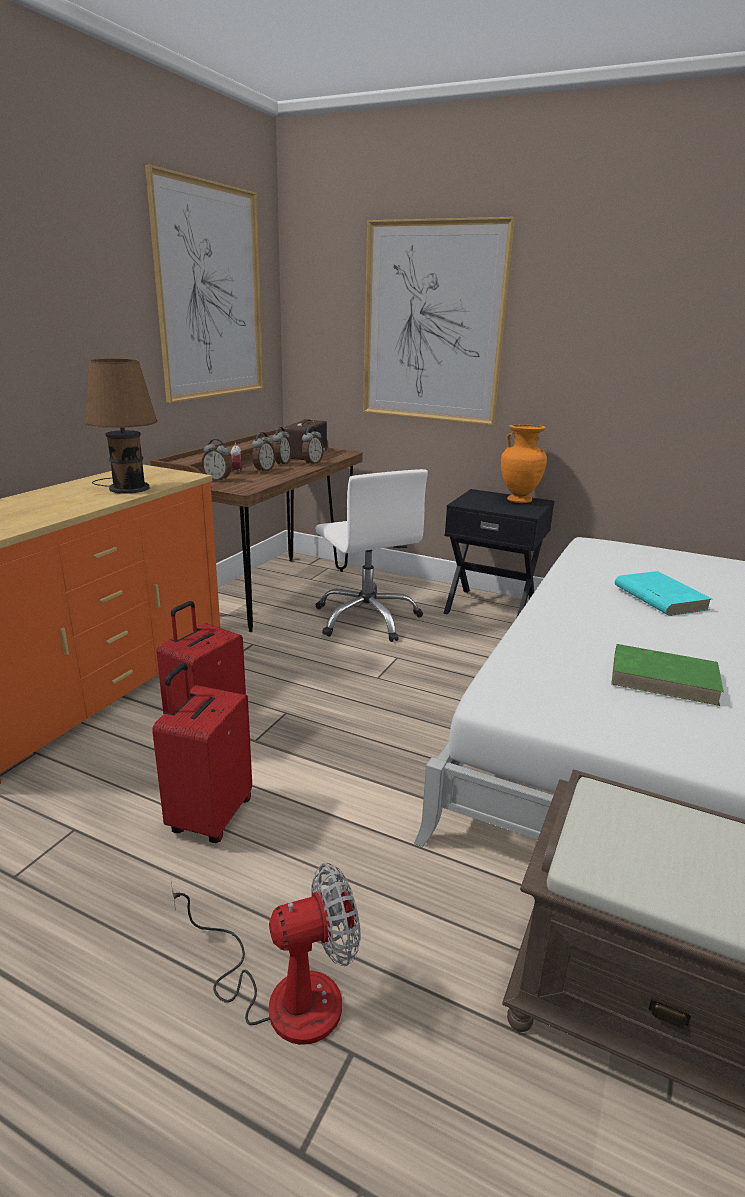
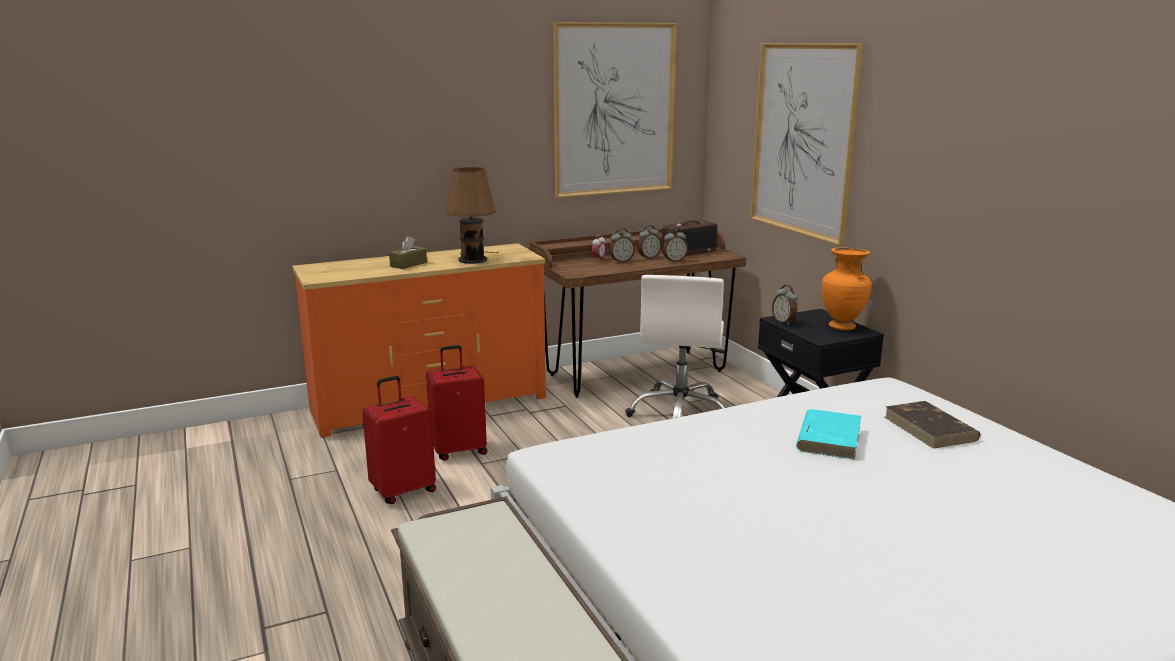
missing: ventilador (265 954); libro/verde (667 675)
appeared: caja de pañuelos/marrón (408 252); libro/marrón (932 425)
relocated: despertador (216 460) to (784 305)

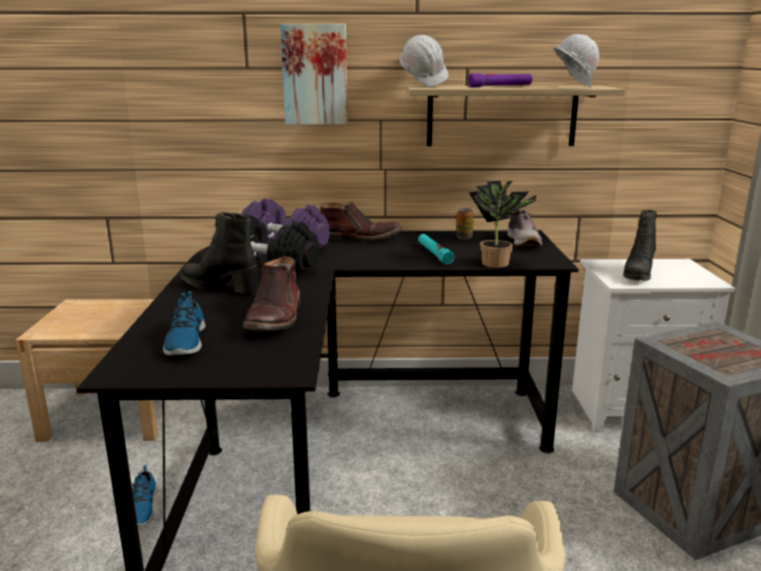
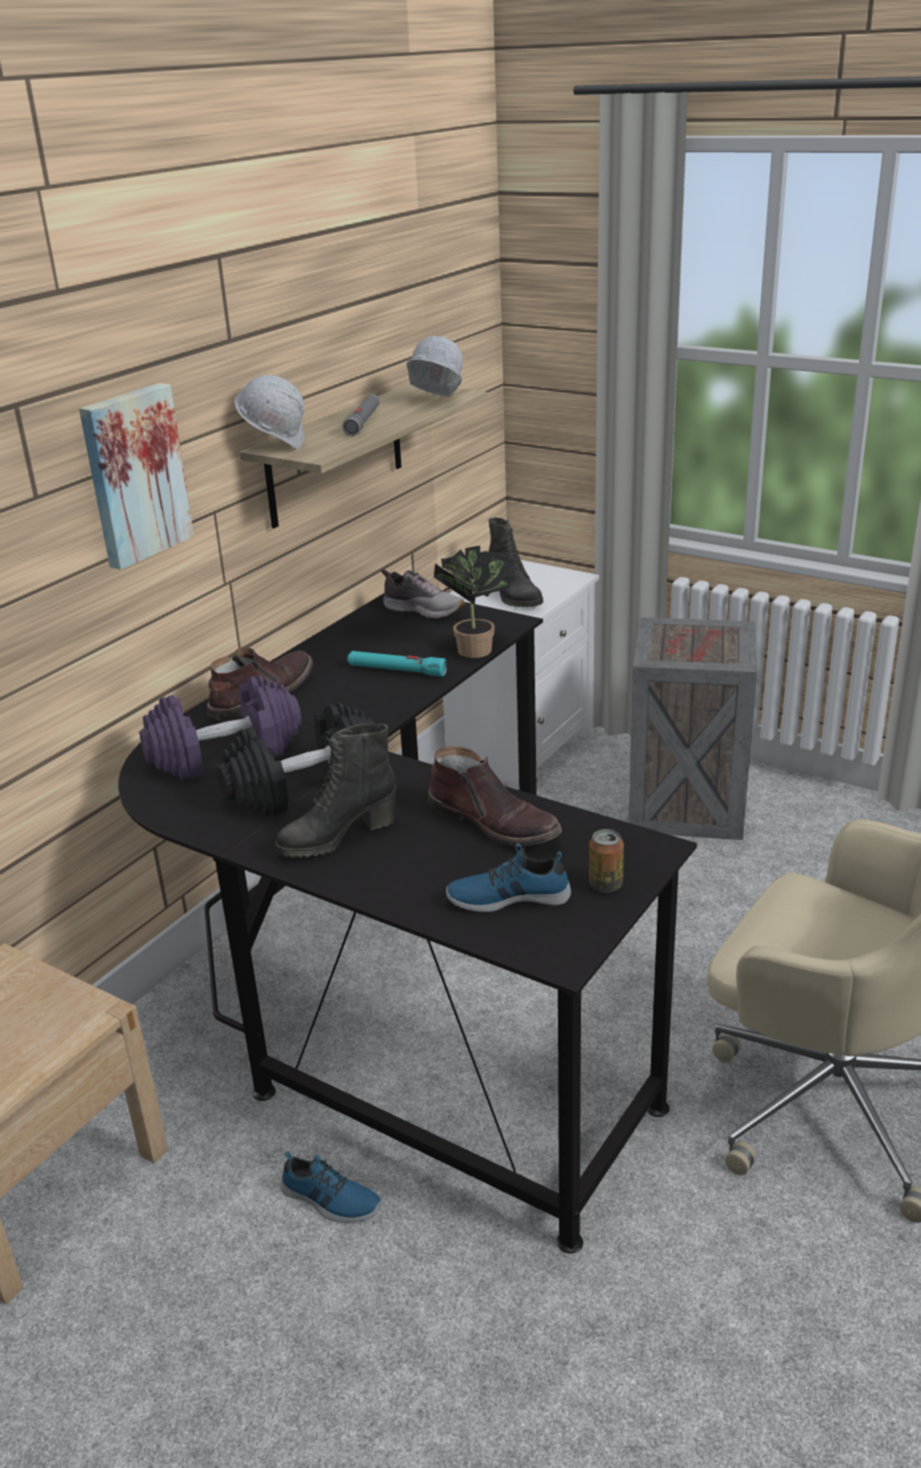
relocated: lata (465 223) to (606 861)
colour: linterna/morado (500 80) to linterna/gris (361 415)
spun: zapato (184 323) = (508 877) 150 degrees clockwise

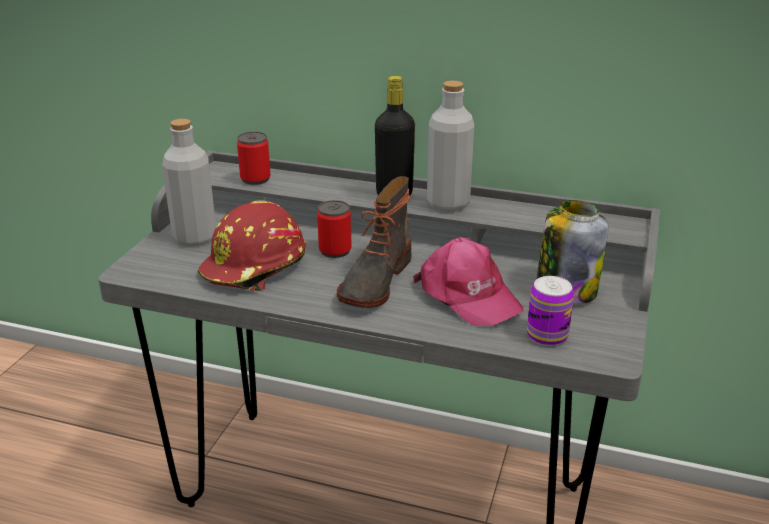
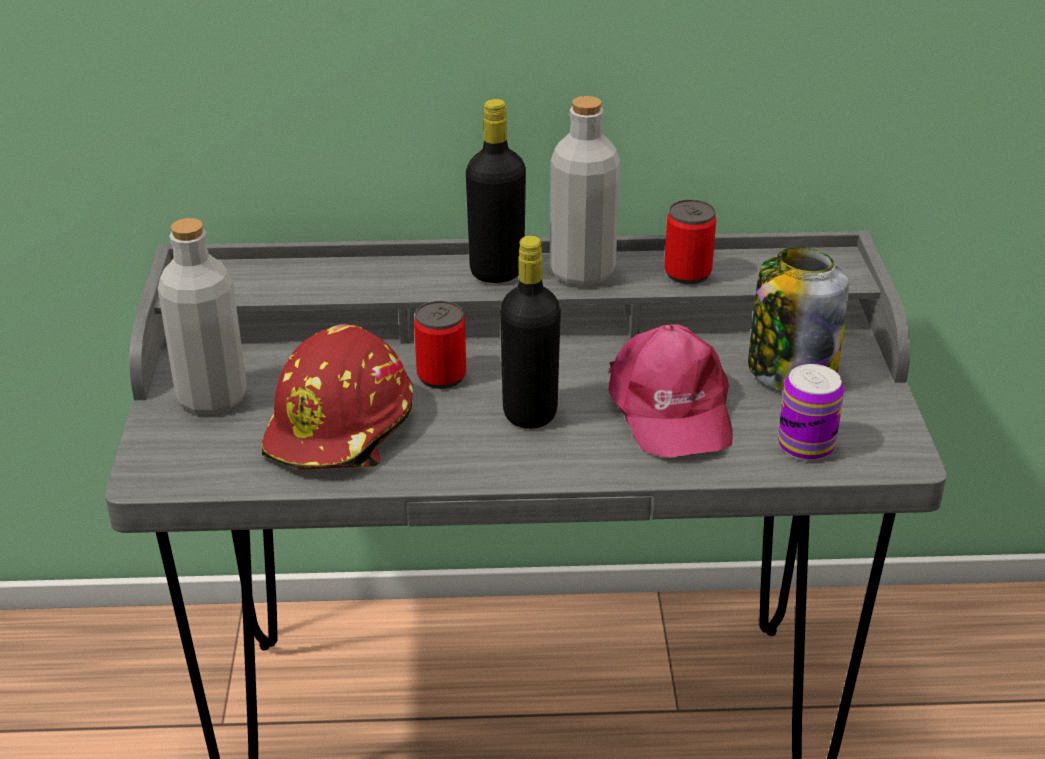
relocated: lata (254 158) to (690 242)
exchanged: bota (374 242) to botella/negro (530 332)
spun: gorra/rosa (468 281) = (670 391) 45 degrees clockwise

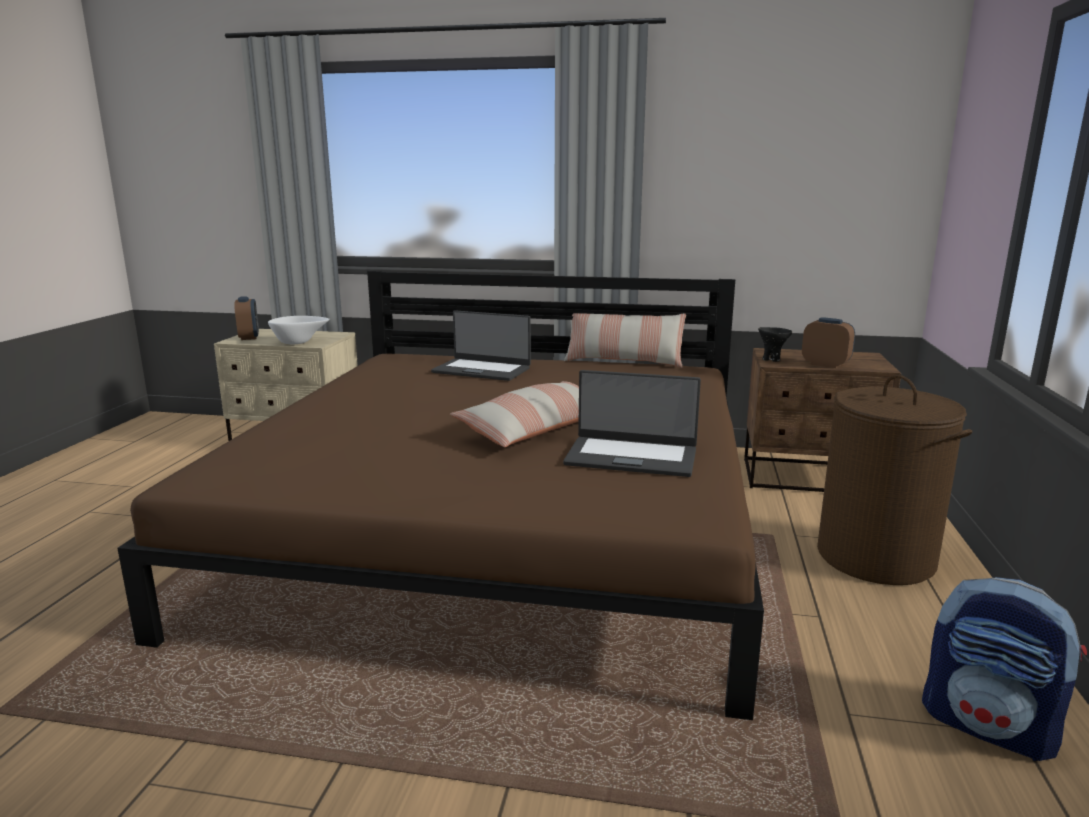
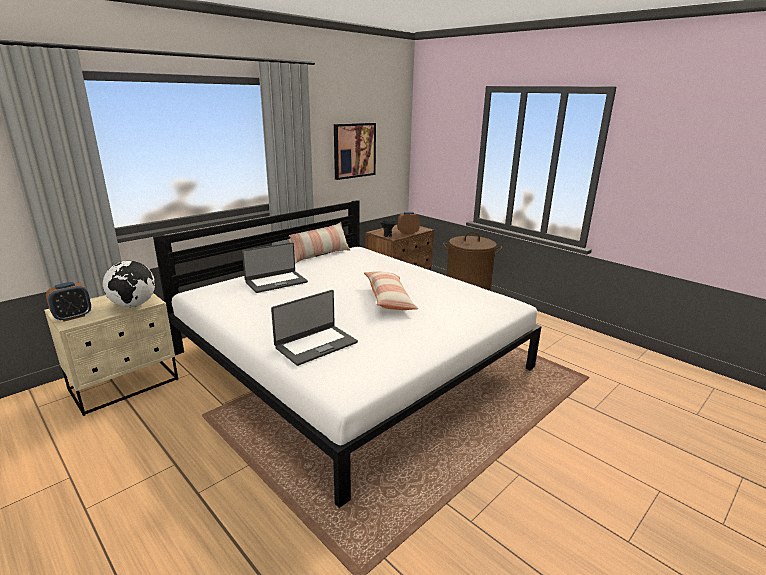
missing: mochila (1004 669)
appeared: cuadro (355 151)
relocated: portátil (632 423) to (314 328)
exchanged: cuenco/blanco (298 330) to globo terráqueo (129 284)
colour: cama/marrón (440 495) to cama/blanco (347 354)
spun: despertador (246 318) = (68 301) 120 degrees clockwise

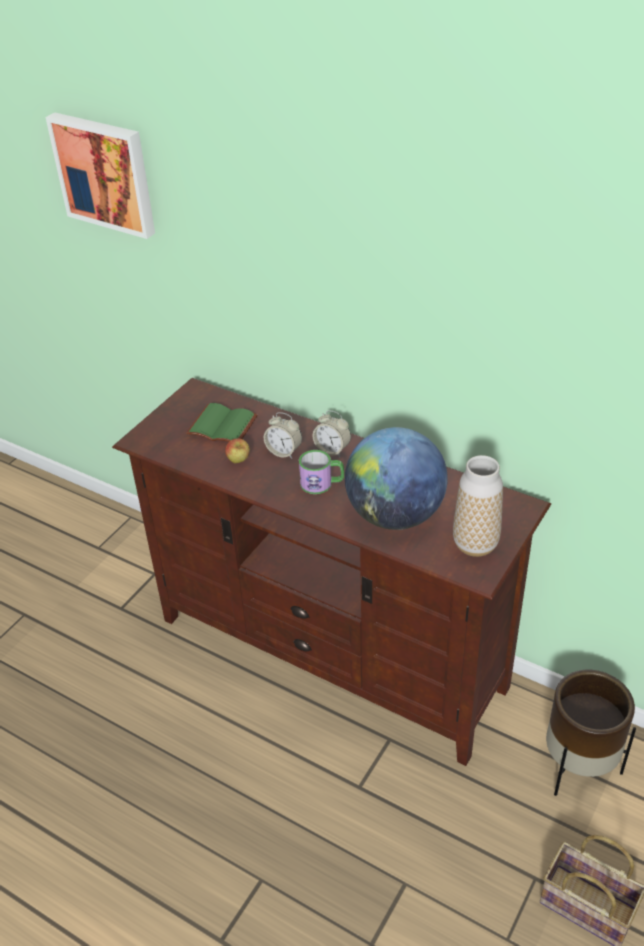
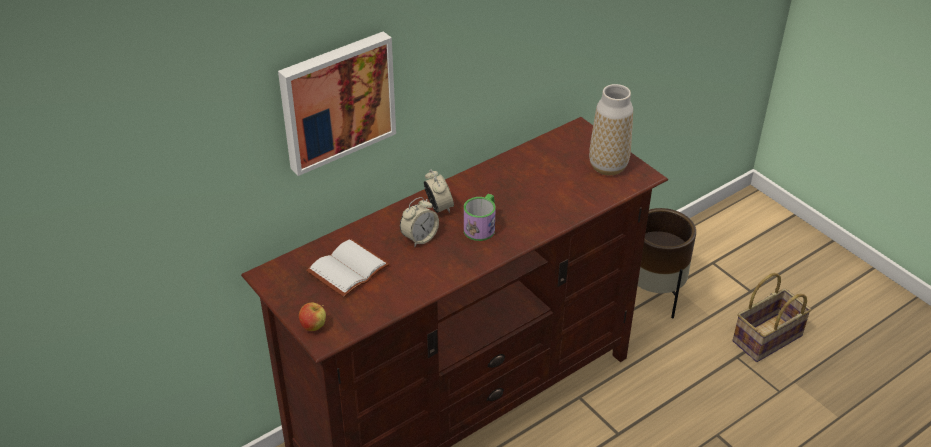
missing: globo terráqueo (396 478)
relocated: cuadro (100 176) to (337 103); manzana (237 450) to (312 317)
colour: libro/verde (222 422) to libro/blanco (348 268)
spun: despertador (332 433) = (439 191) 75 degrees counterclockwise

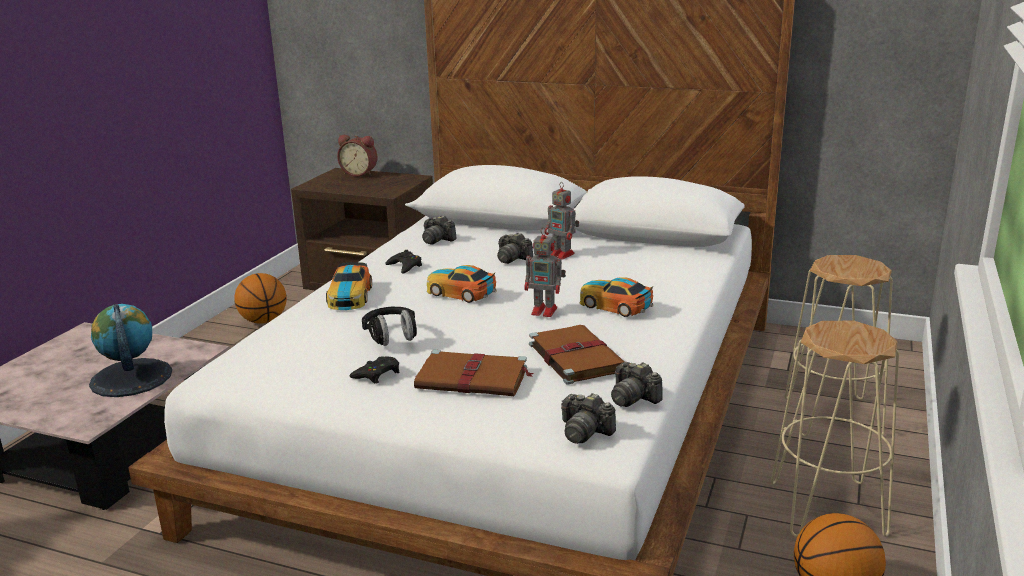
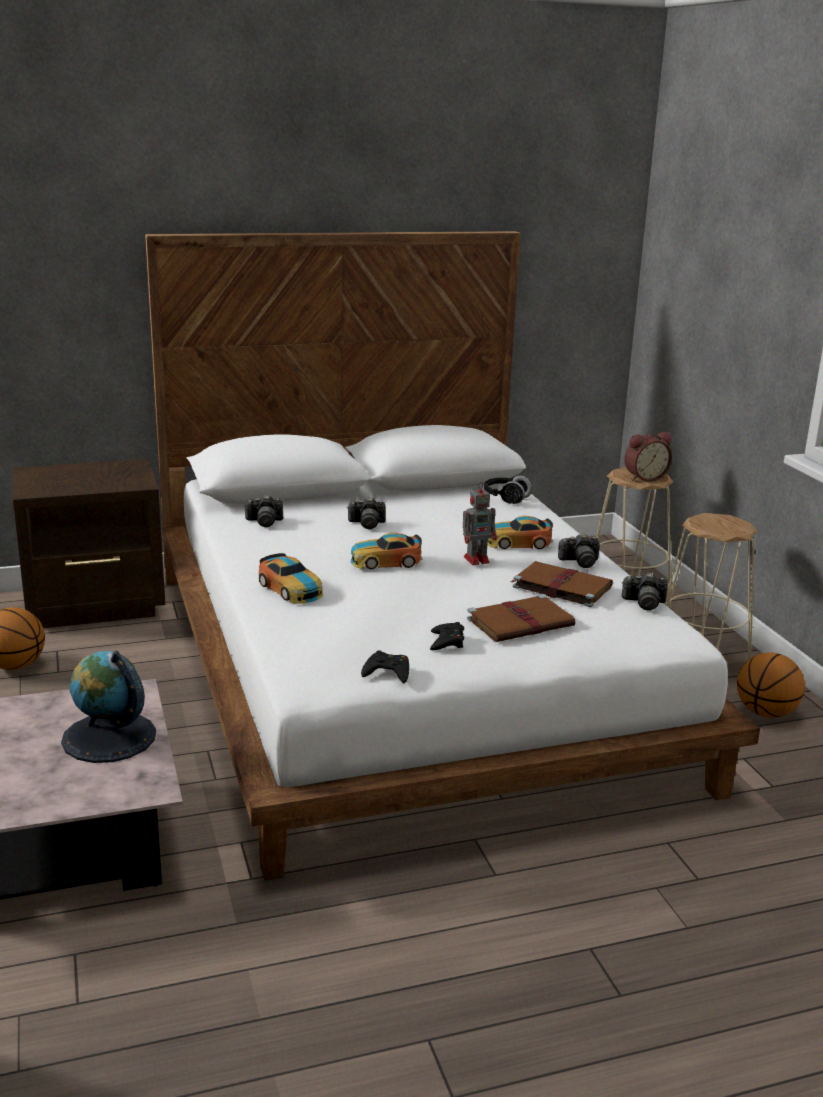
missing: robot de juguete (561 221)
relocated: despertador (357 156) to (648 457); auriculares/negro (389 326) to (508 489); mando de consola/negro (403 262) to (385 666); cámara (588 418) to (579 550)

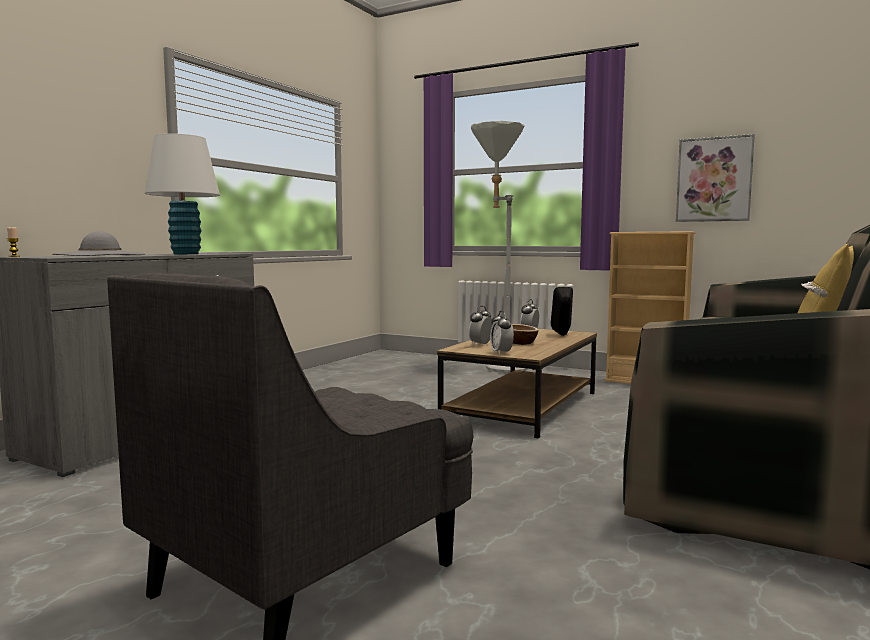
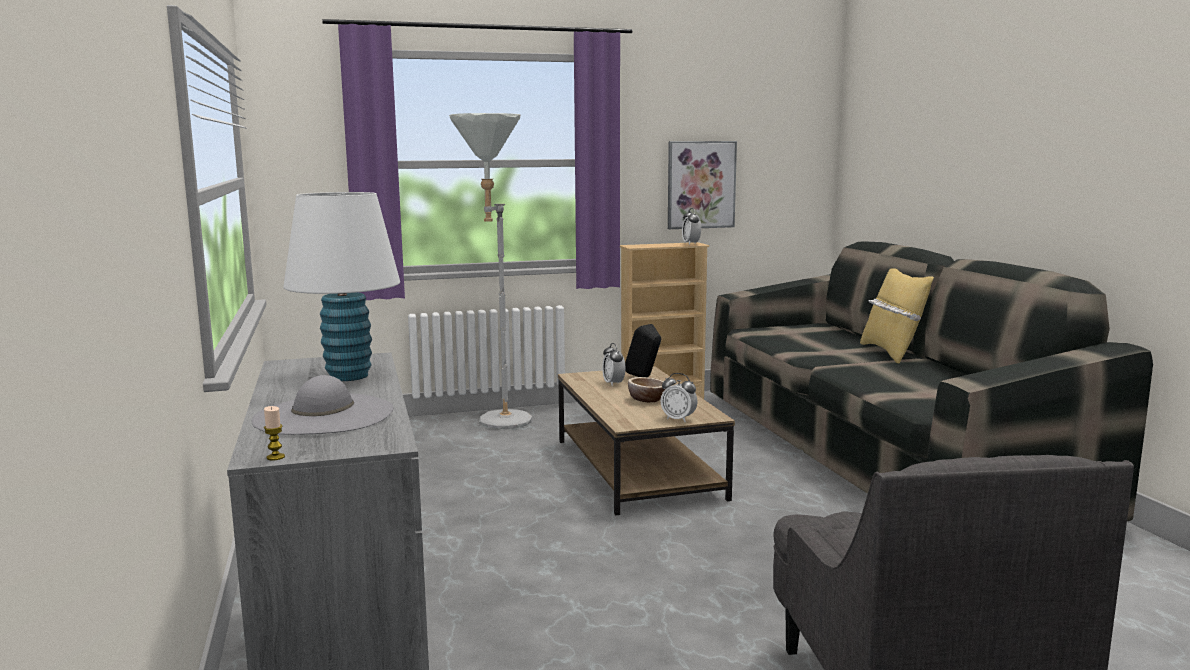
relocated: despertador (481 325) to (691 226)

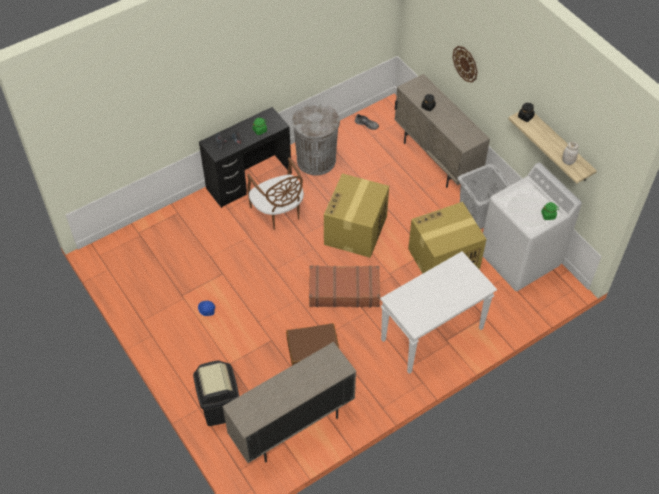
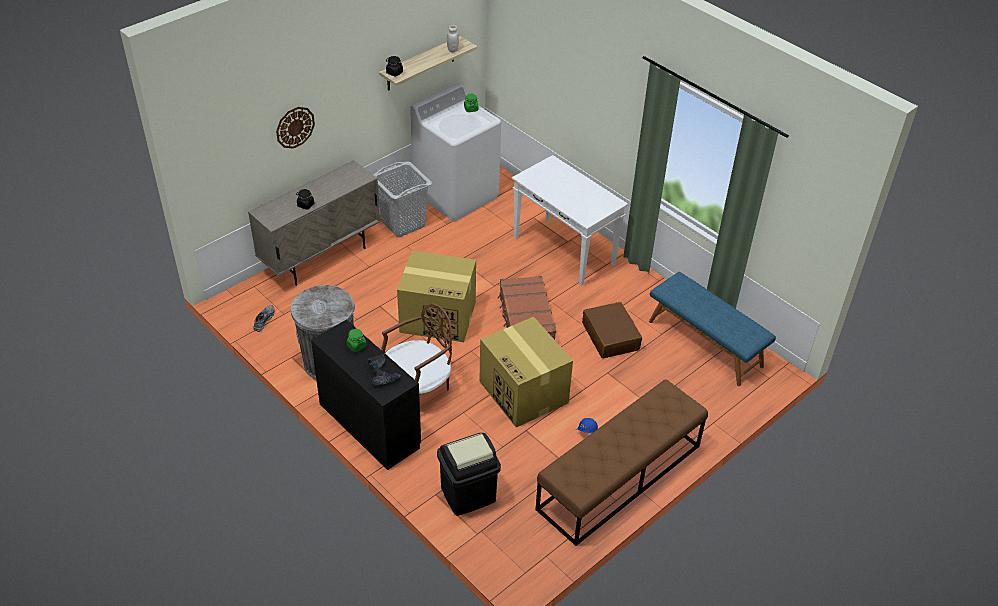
appeared: banco/marrón (621 462)
relocated: papelera/negro (216 393) to (469 474); caja de cartón (447 238) to (526 372)
exchanged: armario/beis (289 402) to banco/azul (712 329)

